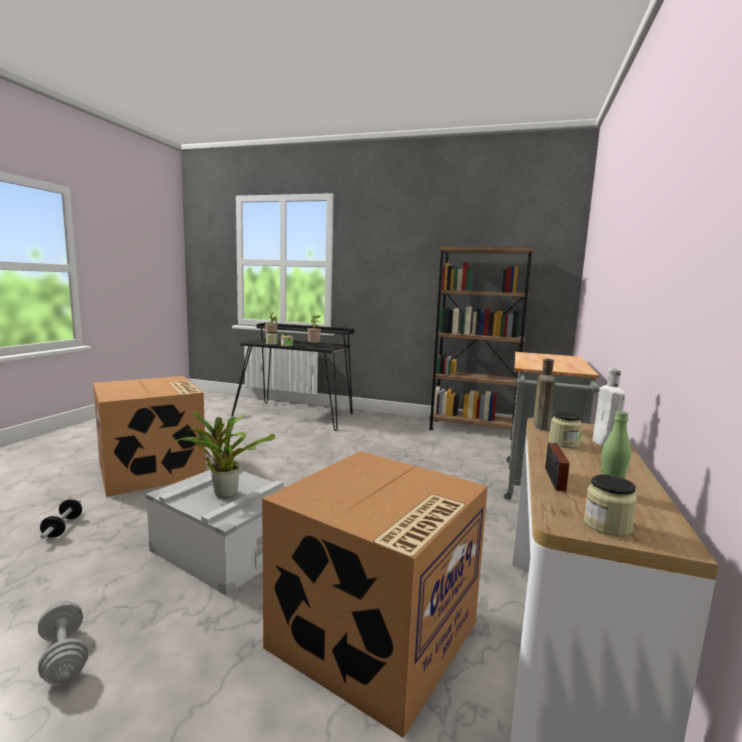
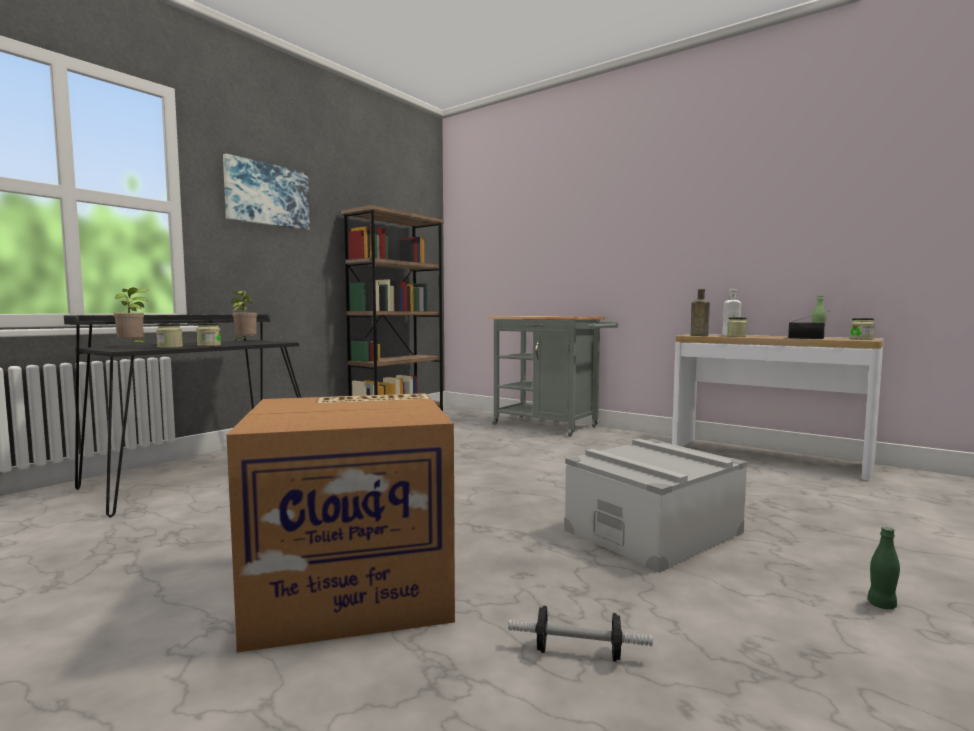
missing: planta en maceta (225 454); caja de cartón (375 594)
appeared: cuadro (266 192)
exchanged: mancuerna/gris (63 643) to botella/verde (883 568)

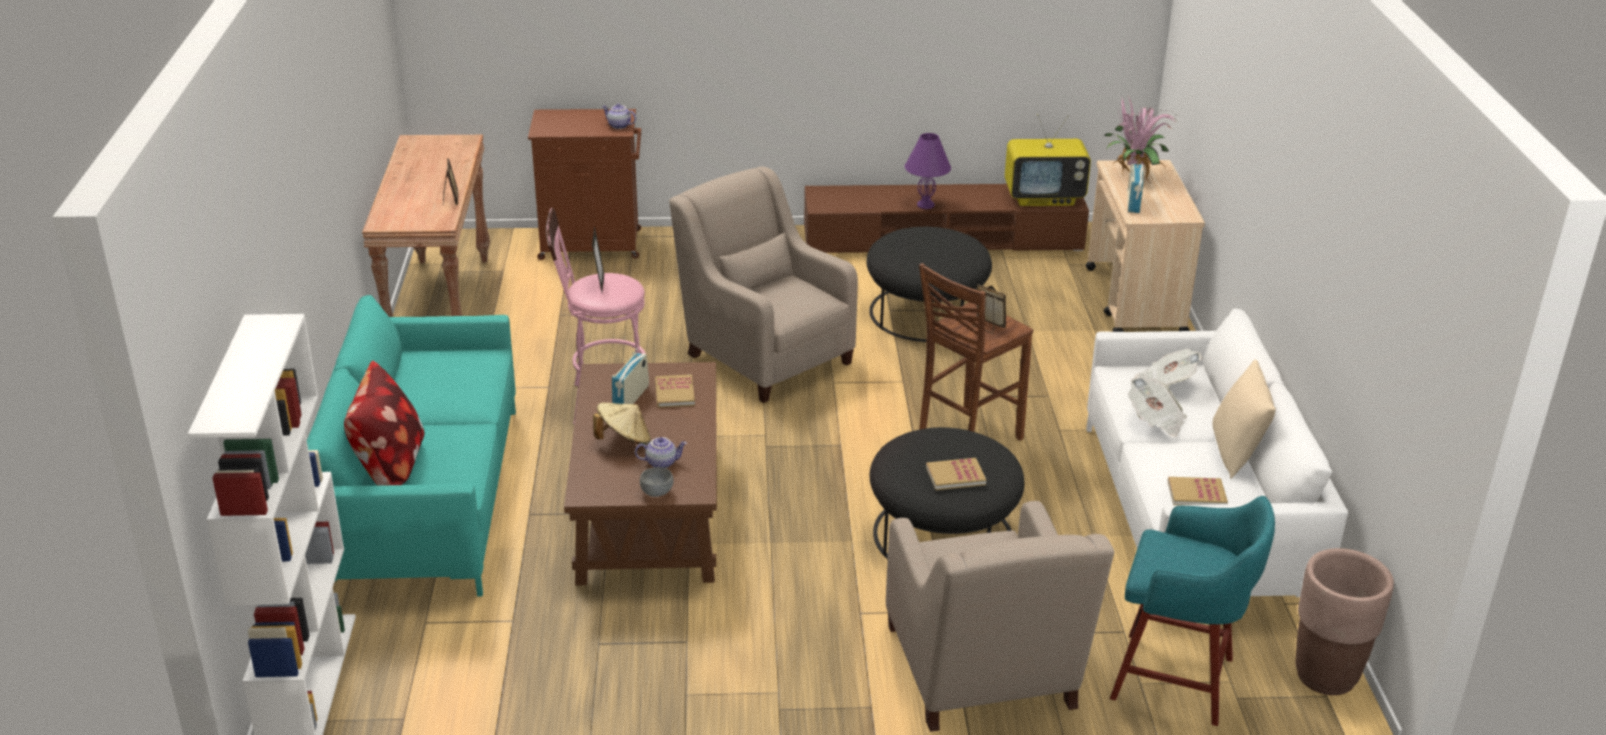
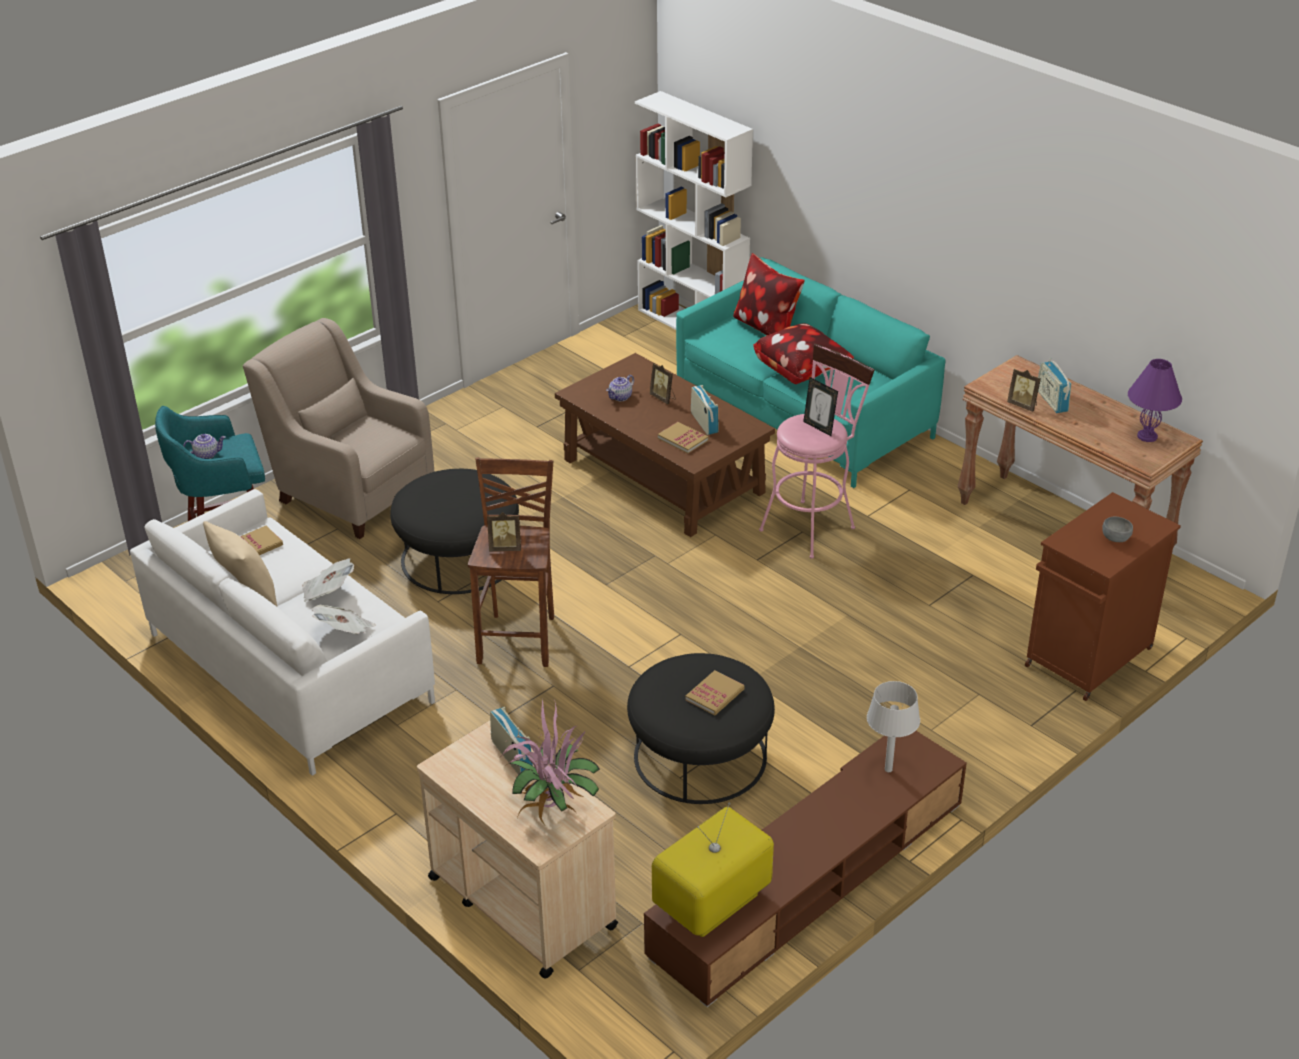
missing: sillón/beis (763 284); maceta/marrón (1344 621)
appeared: cojín (803 354); lámpara de mesa/gris (893 726); radio (1054 385)
relocated: tetera (619 116) to (204 446); cuenco/gris (656 482) to (1117 529); lámpara de mesa/morado (928 171) to (1155 400); libro (956 474) to (715 692)
exchanged: sombrero/beis (622 423) to portarretratos (662 384)

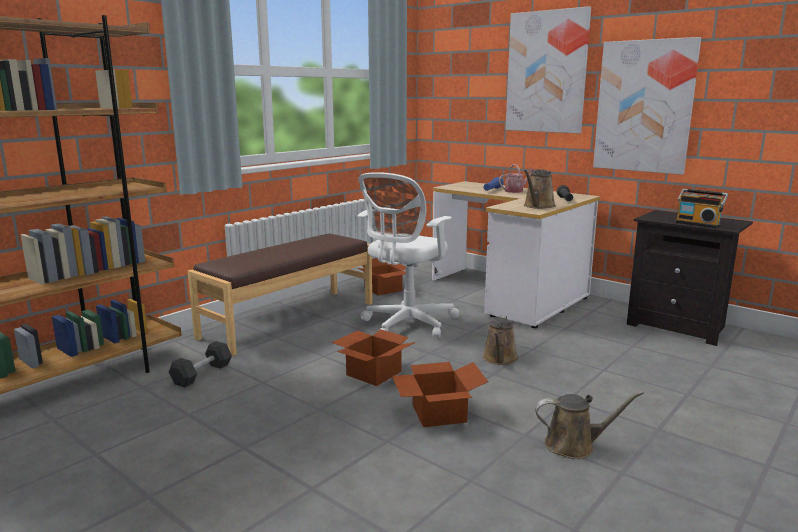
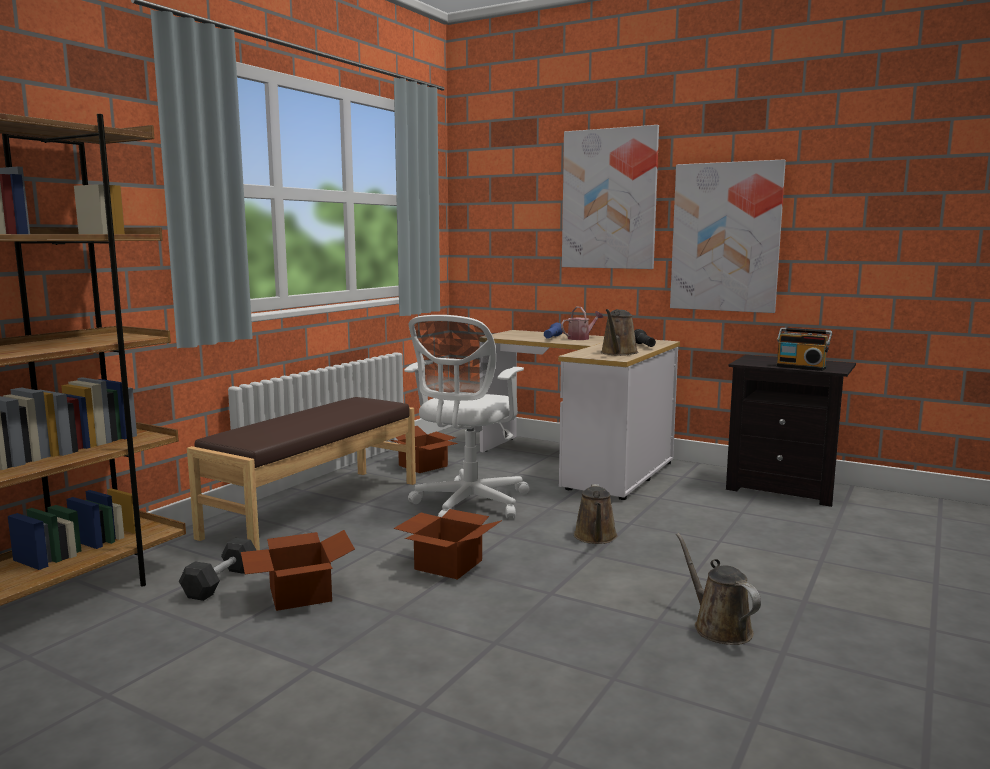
relocated: caja de cartón (440 394) to (298 570)
spun: regadera/marrón (589 425) = (718 589) 105 degrees counterclockwise

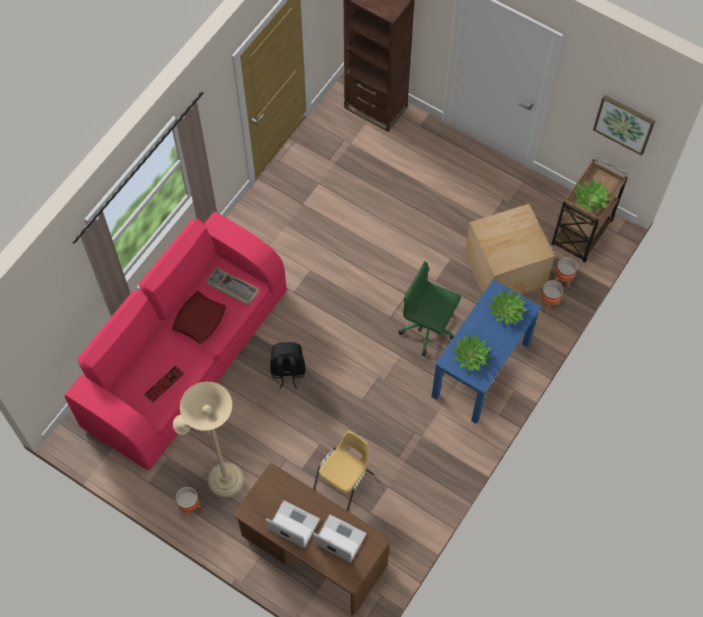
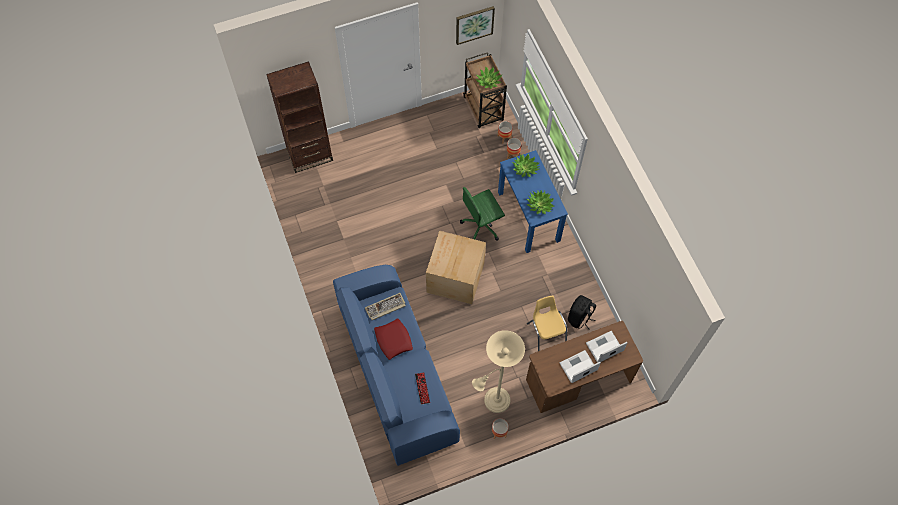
relocated: mochila/negro (288 365) to (582 312); caja de cartón (510 249) to (456 267)
colour: sofá/rosa (176 341) to sofá/azul (396 365)

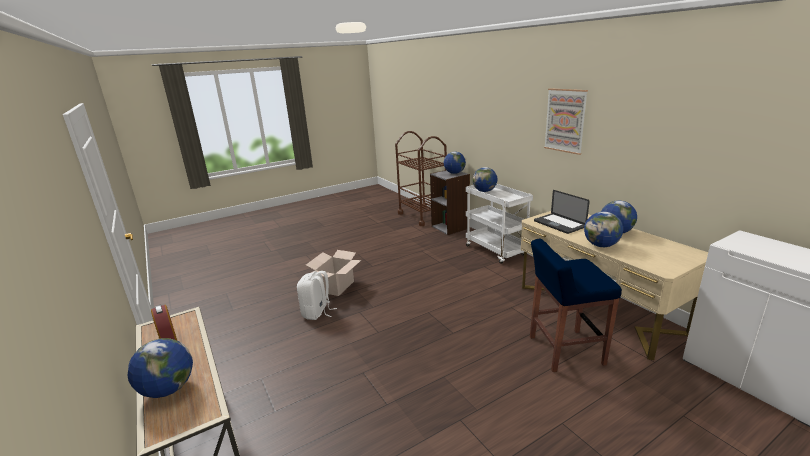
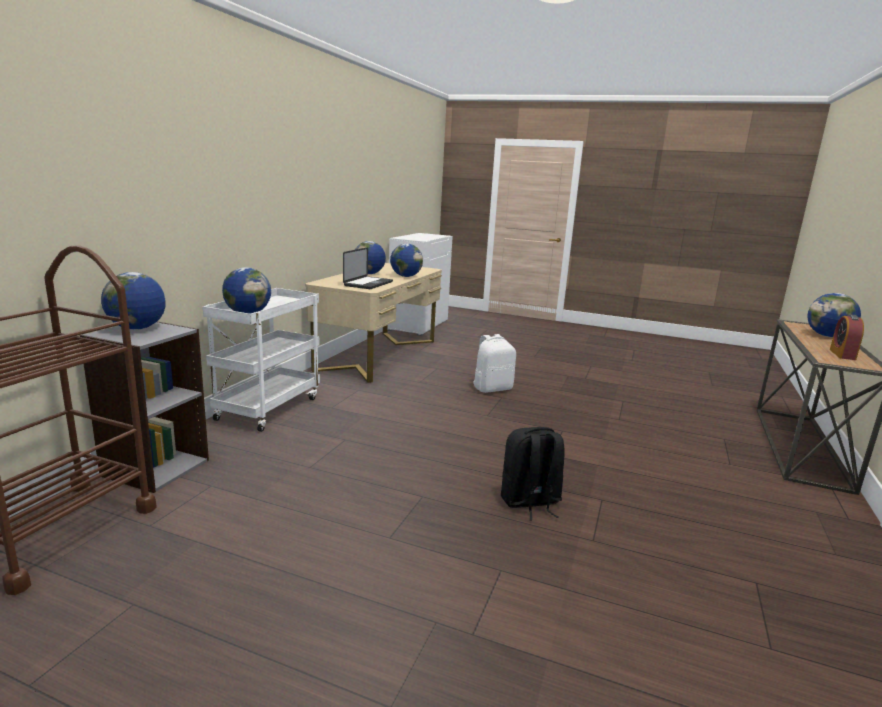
missing: taburete/azul (576 305); cuadro (566 121)
relocated: mochila/blanco (317 295) to (494 363)
exchanged: caja de cartón (333 273) to mochila/negro (533 474)

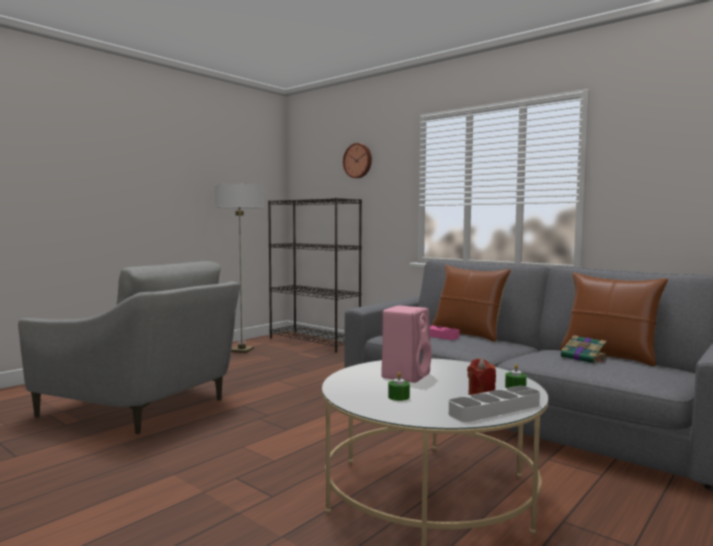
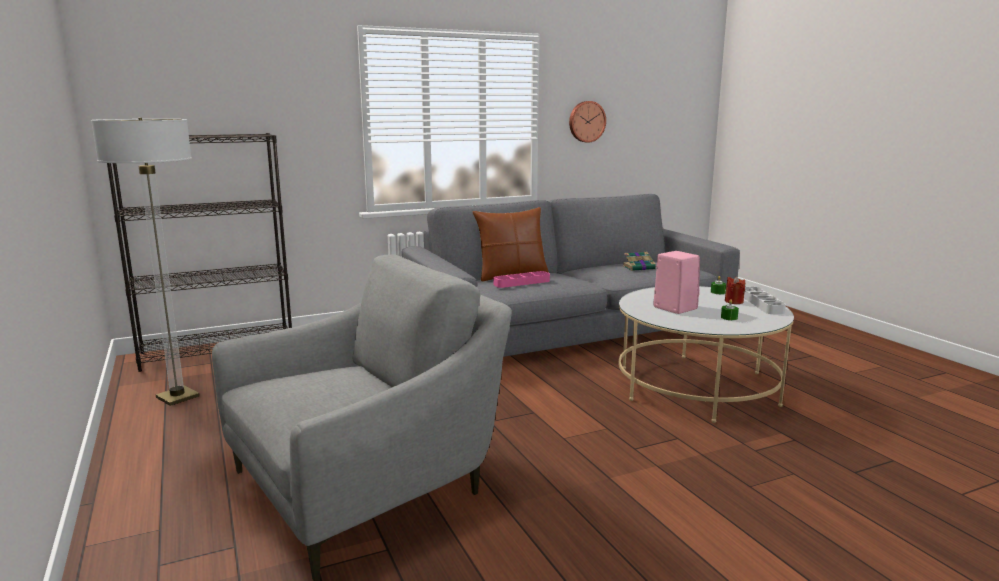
missing: cojín/marrón (614 319)
relocated: reloj de pared (357 160) to (587 122)

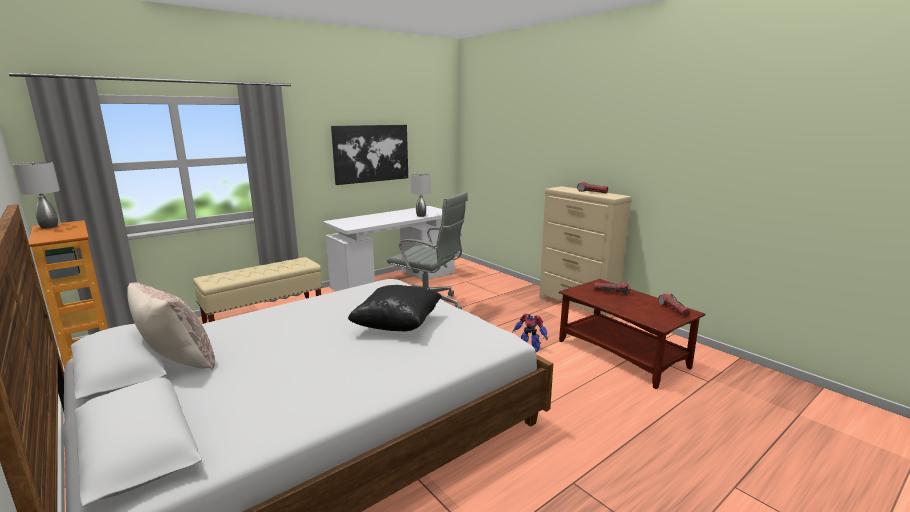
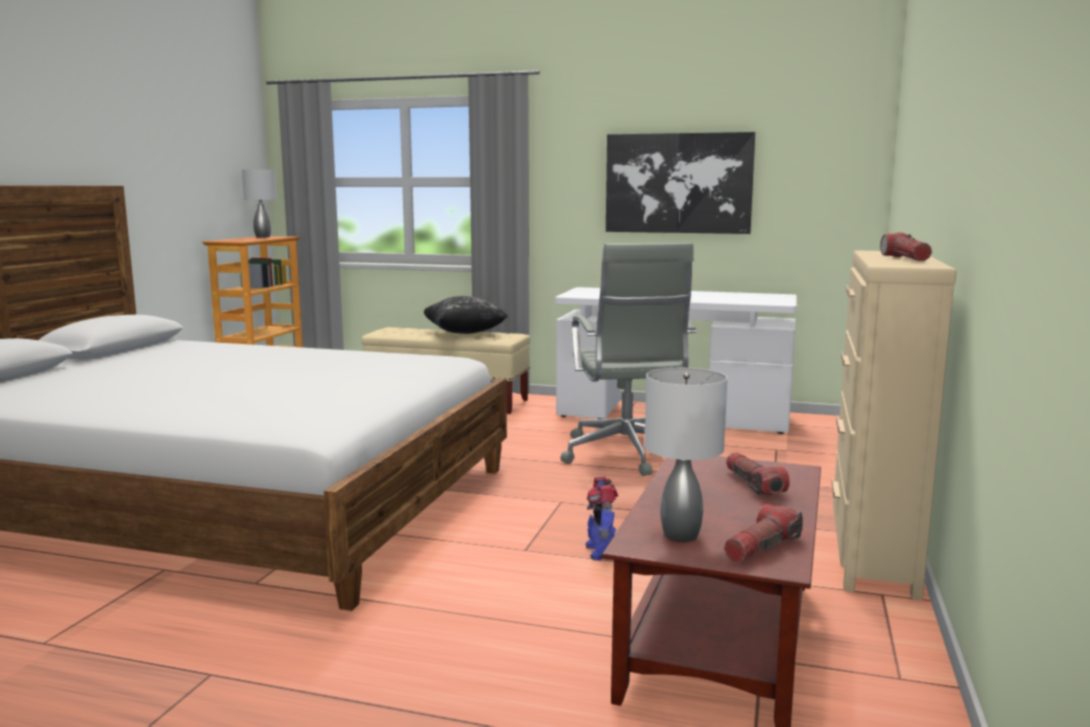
missing: cojín/beis (171 326)
relocated: cojín/negro (395 308) to (466 315); lámpara de mesa/gris (420 195) to (686 455)

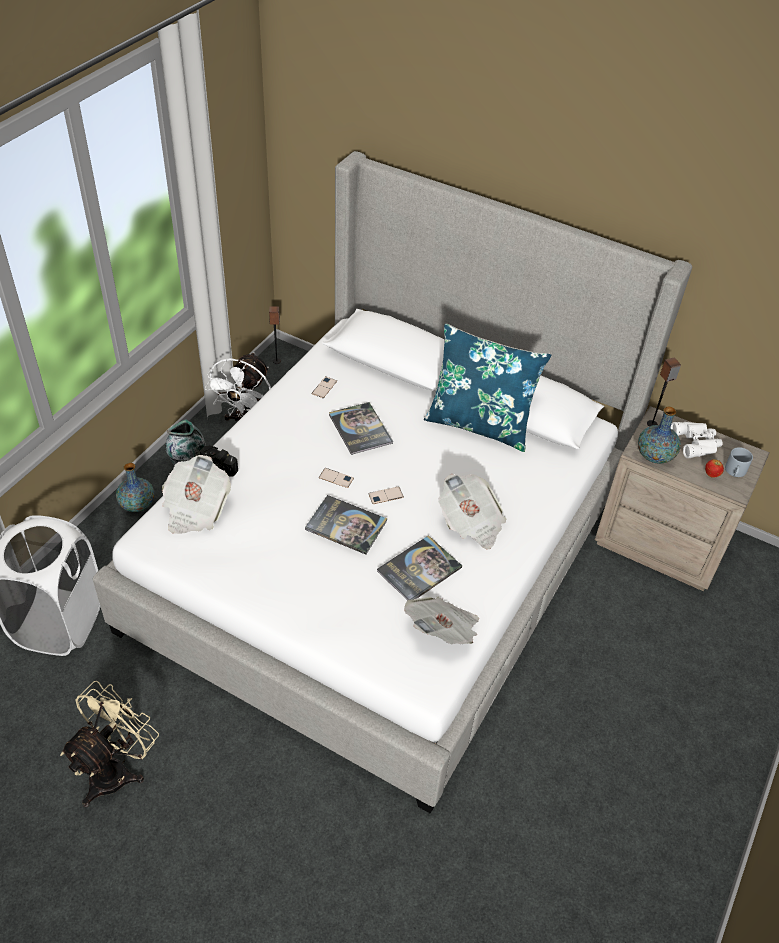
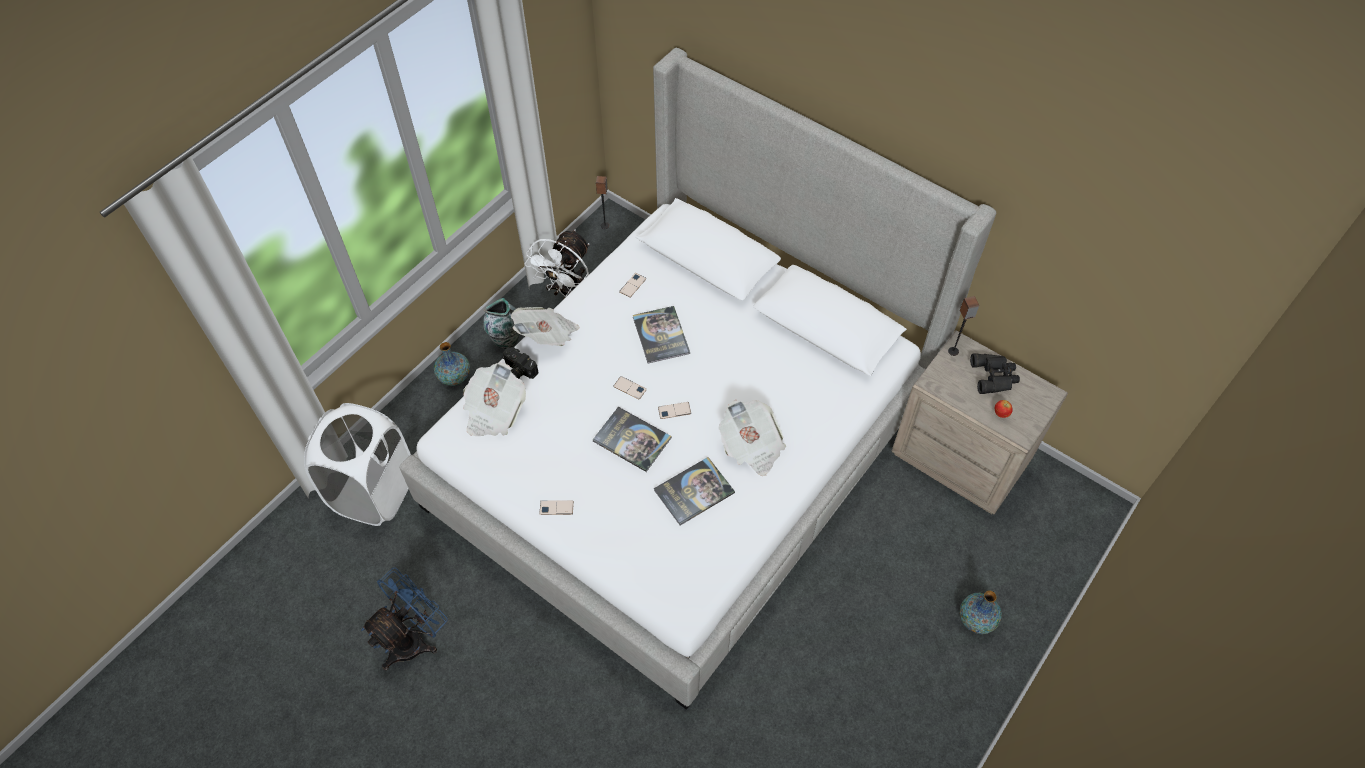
missing: cojín/azul (488 388); taza grande/gris (739 462)
appeared: móvil (556 507)
relocated: periódico (441 620) to (545 326); florero (659 435) to (980 612)
colour: ventilador/beis (109 744) to ventilador/azul (404 619); prismáticos/blanco (696 440) to prismáticos/negro (995 373)

